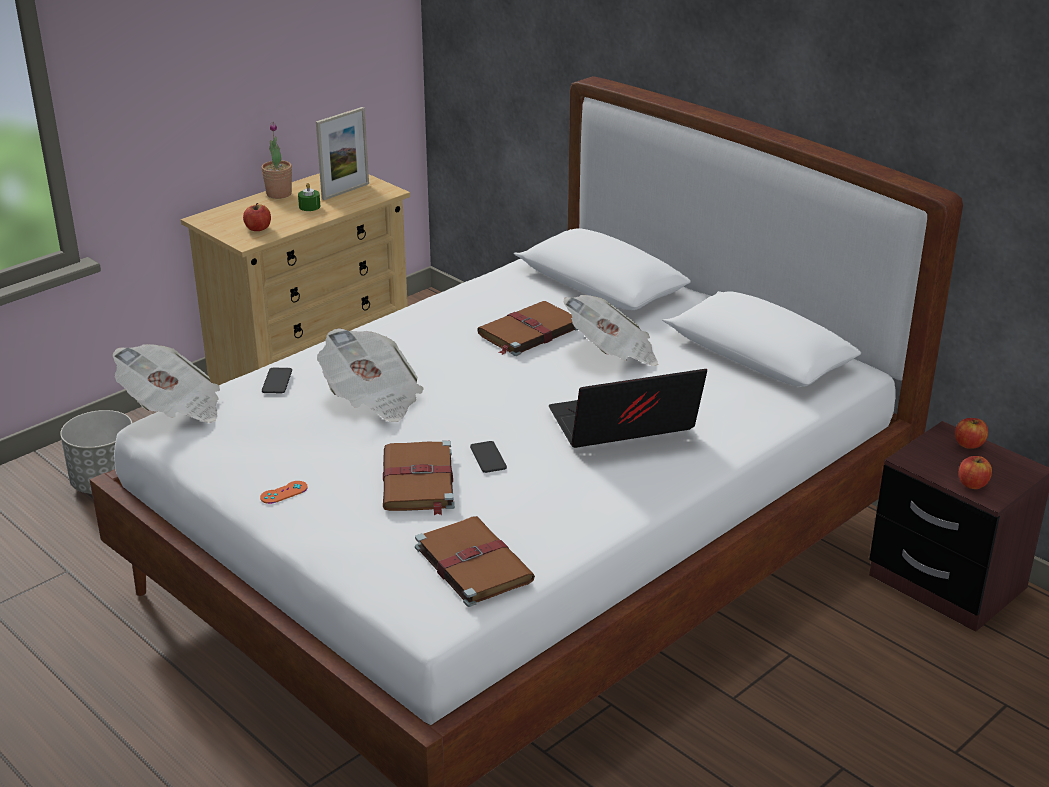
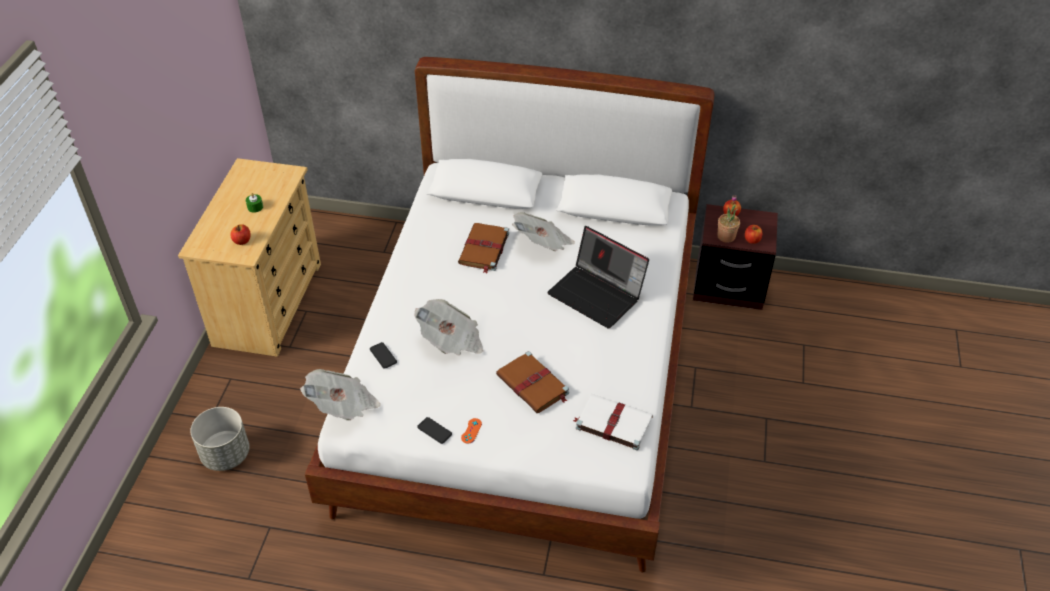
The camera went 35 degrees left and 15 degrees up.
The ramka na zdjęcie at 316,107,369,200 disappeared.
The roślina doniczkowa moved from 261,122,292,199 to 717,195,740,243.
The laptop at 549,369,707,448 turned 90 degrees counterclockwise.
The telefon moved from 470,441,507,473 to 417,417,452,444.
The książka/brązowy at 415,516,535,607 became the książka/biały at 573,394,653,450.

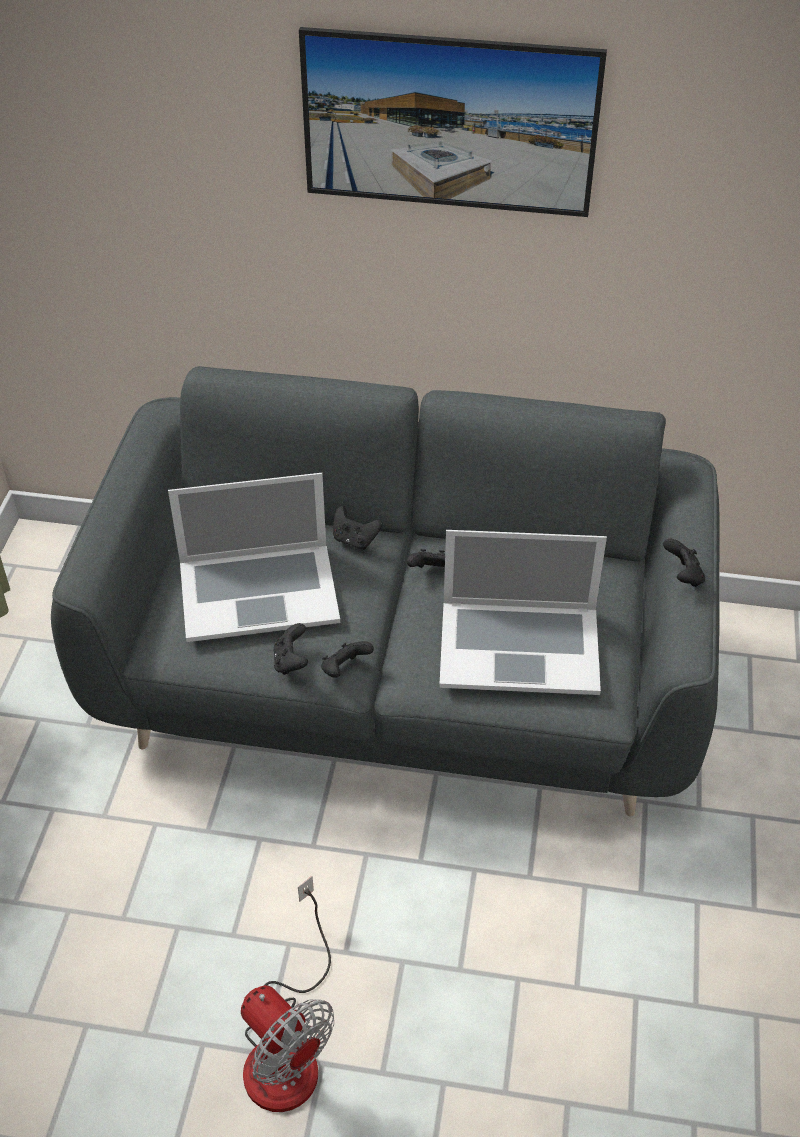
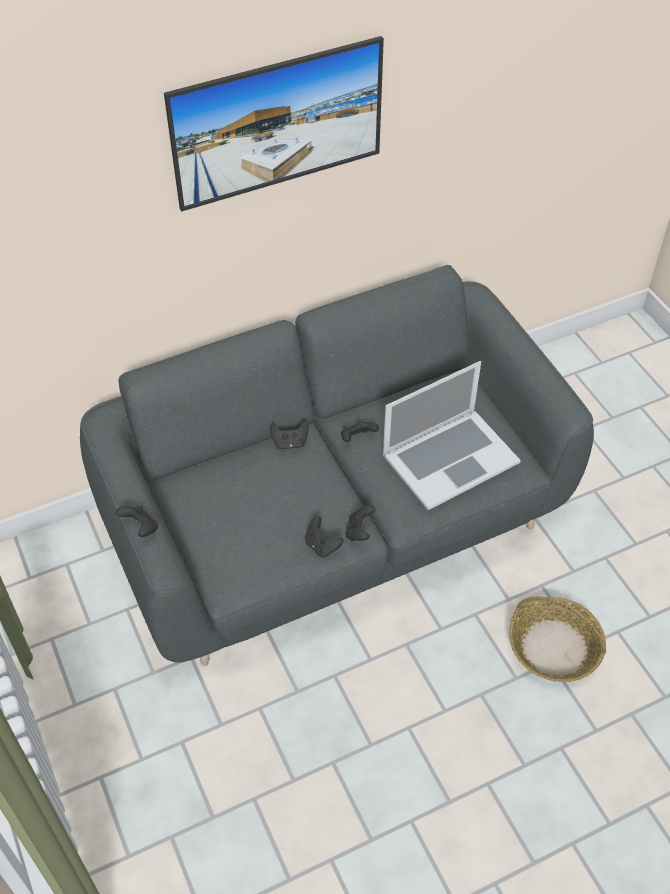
The camera went 35 degrees left and 5 degrees up.
The laptop at 168,473,340,642 disappeared.
The pad do gier/czarny moved from 663,539,705,587 to 116,506,158,537.
The wentylator at 241,876,334,1112 disappeared.
The koszyk at 509,597,606,682 appeared.

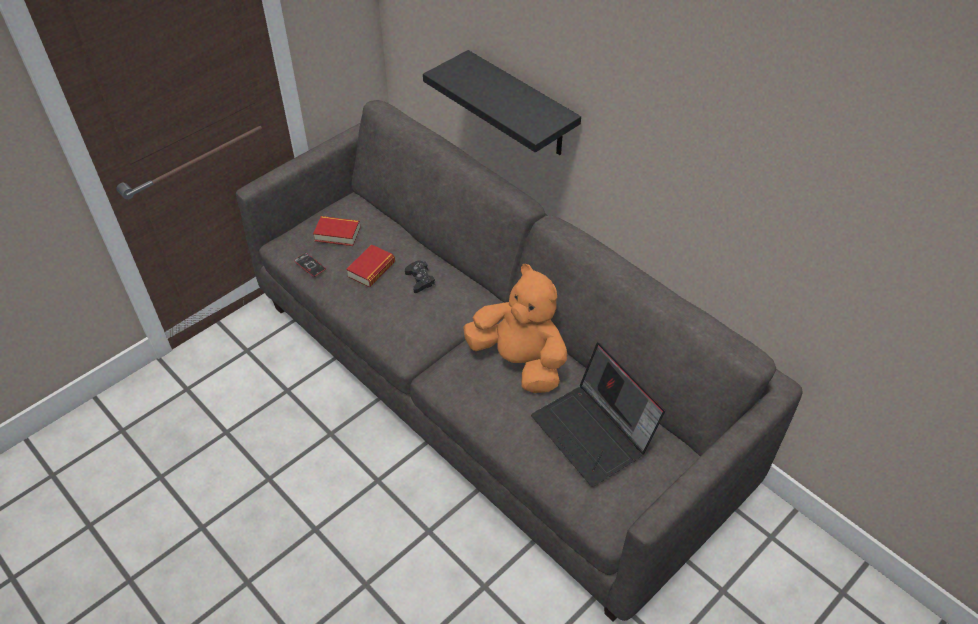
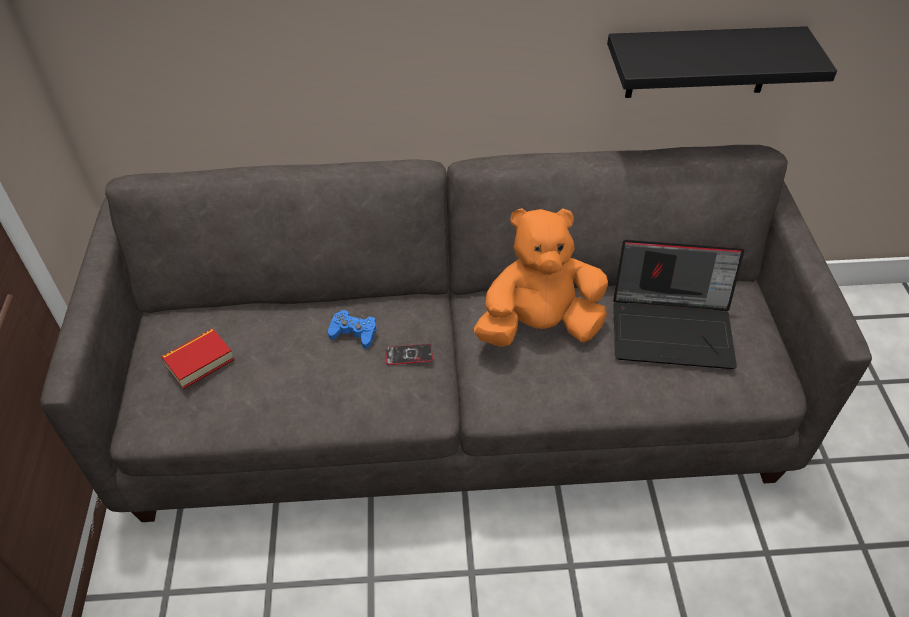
The camera went 50 degrees left and 0 degrees up.
The półka/czarny moved from 423,50,581,155 to 607,26,837,98.
The książka at 346,244,395,287 disappeared.
The telefon moved from 294,253,326,277 to 385,344,433,365.
The pad do gier/czarny at 405,260,435,293 became the pad do gier/niebieski at 328,310,376,349.

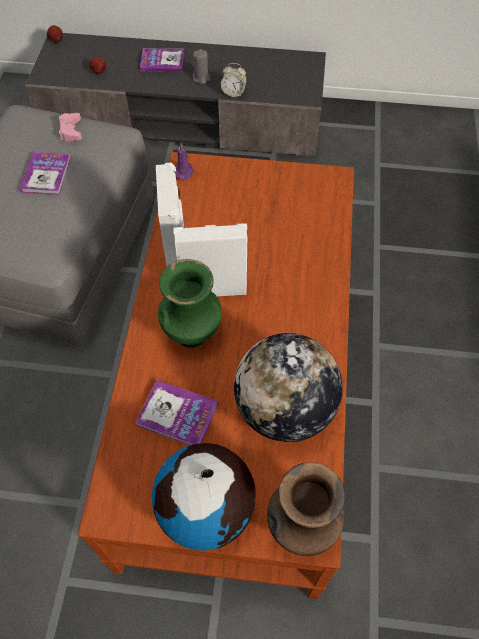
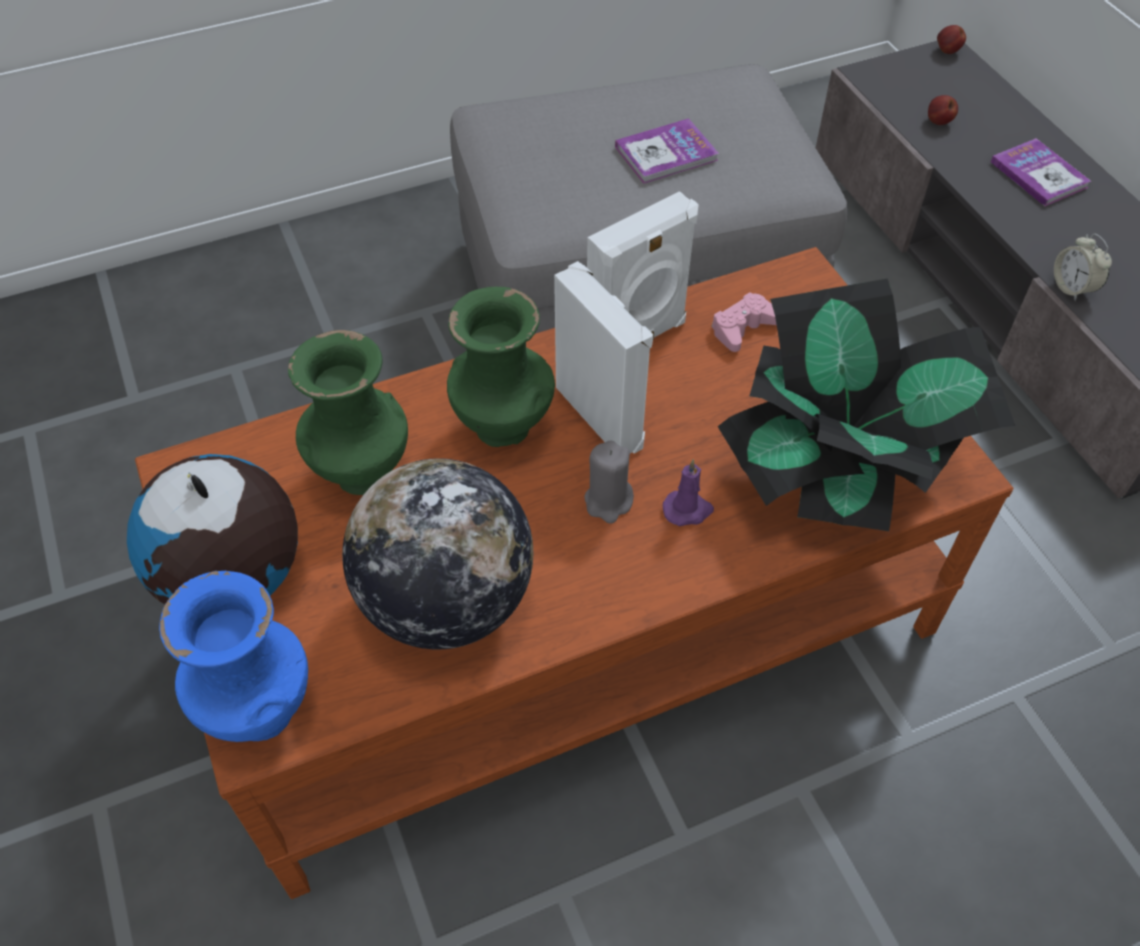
The camera went 60 degrees right and 5 degrees down.
The świeca/szary moved from 193,49,211,84 to 584,440,634,524.
The pad do gier/różowy moved from 59,113,82,142 to 712,292,777,352.
The świeca/fioletowy moved from 175,143,194,180 to 663,459,714,526.
The książka at 135,380,219,445 was replaced by the wazon/zielony at 288,330,408,495.
The wazon/brązowy at 267,462,345,556 became the wazon/niebieski at 159,571,308,742.
The roślina doniczkowa at 717,278,1015,531 appeared.

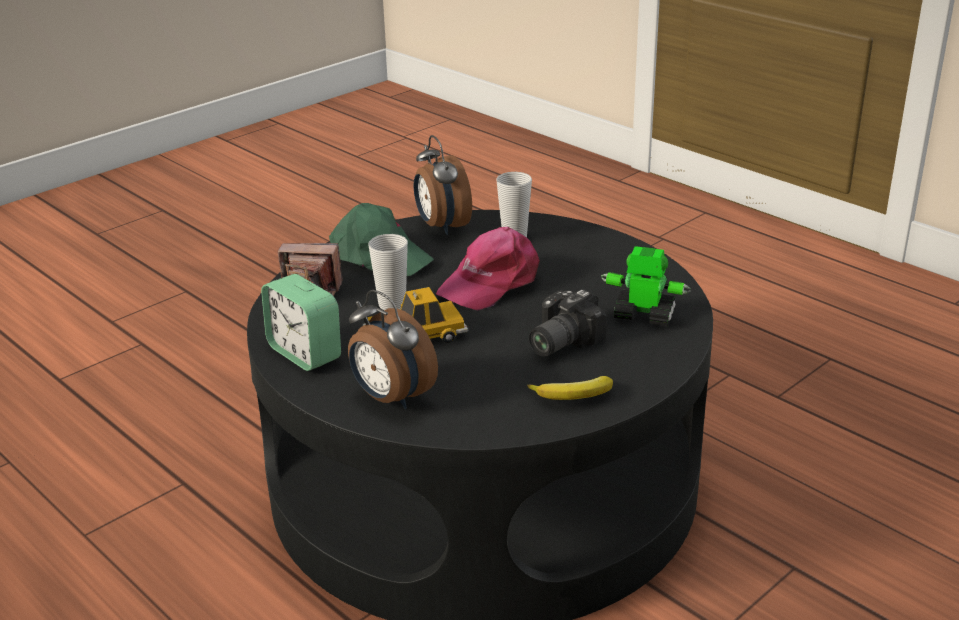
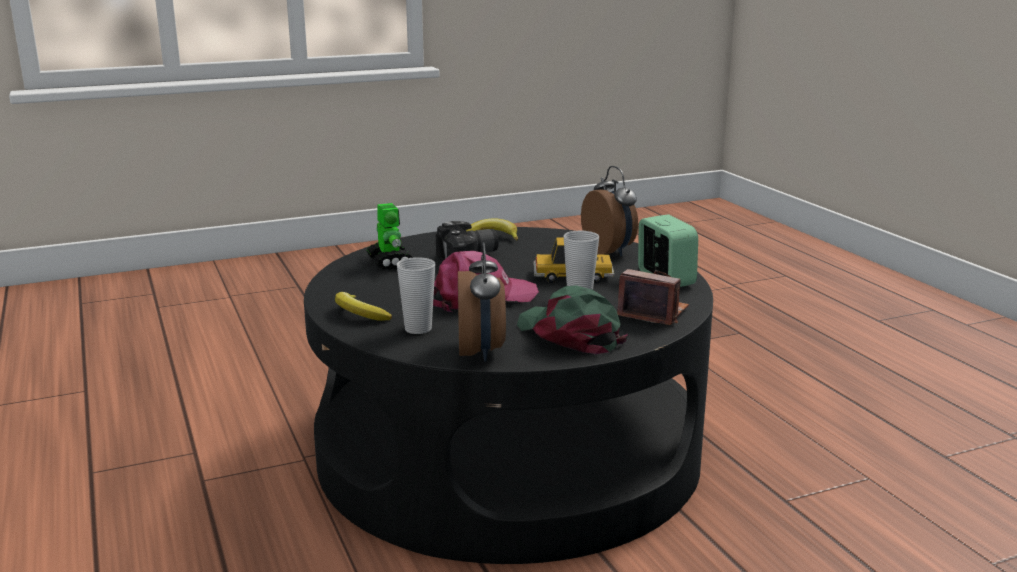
The camera went 160 degrees left and 10 degrees down.
The robot zabawkowy at 601,246,691,326 turned 150 degrees counterclockwise.
The banan at 335,292,392,321 appeared.

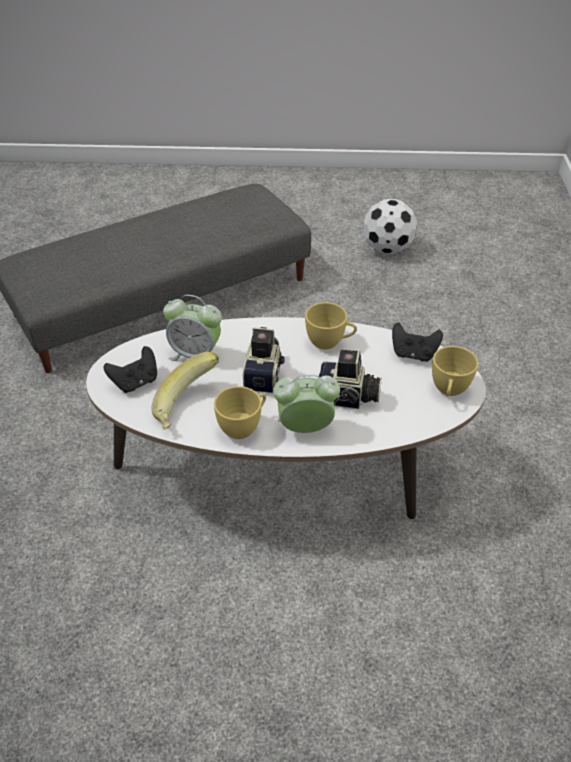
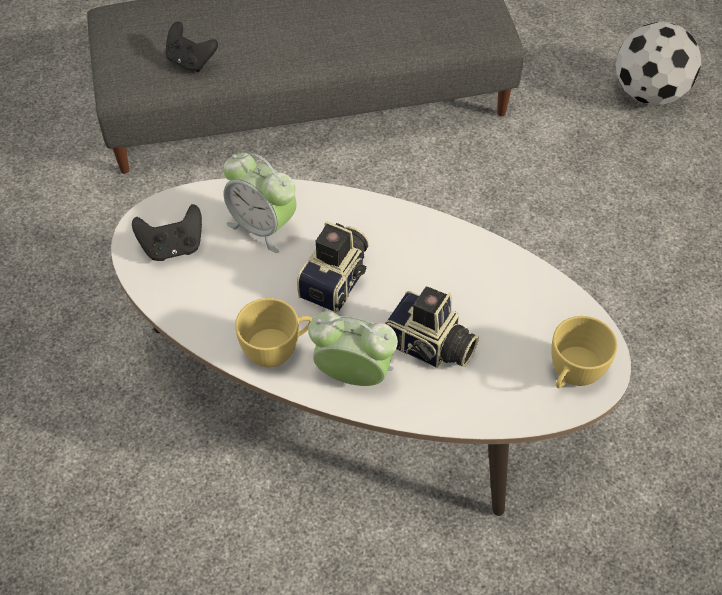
The camera went 20 degrees right and 10 degrees up.
The filiżanka/żółty at 305,302,357,349 disappeared.
The pad do gier/czarny moved from 392,322,443,362 to 165,22,218,72.
The banan at 151,352,219,430 disappeared.

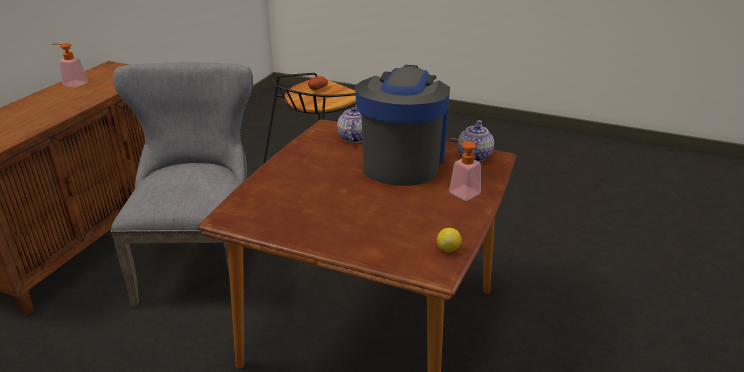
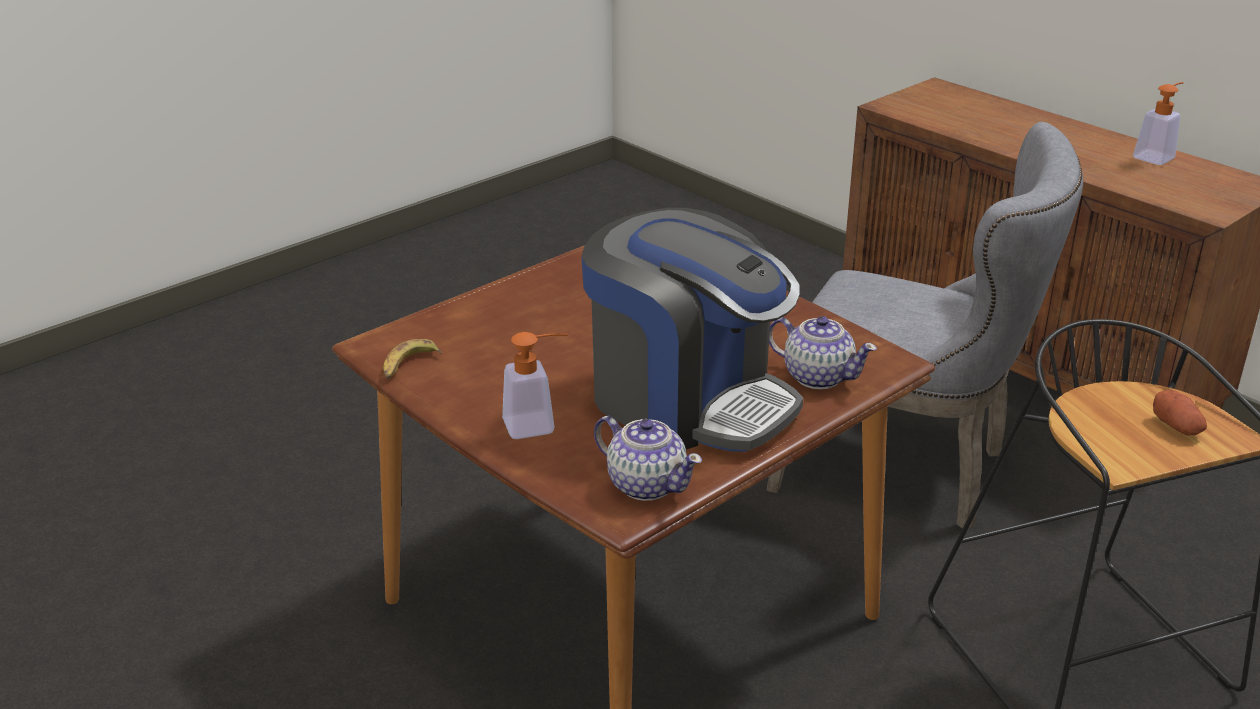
The camera went 115 degrees right and 0 degrees up.
The cytryna at 437,228,462,252 was replaced by the banan at 383,339,441,379.

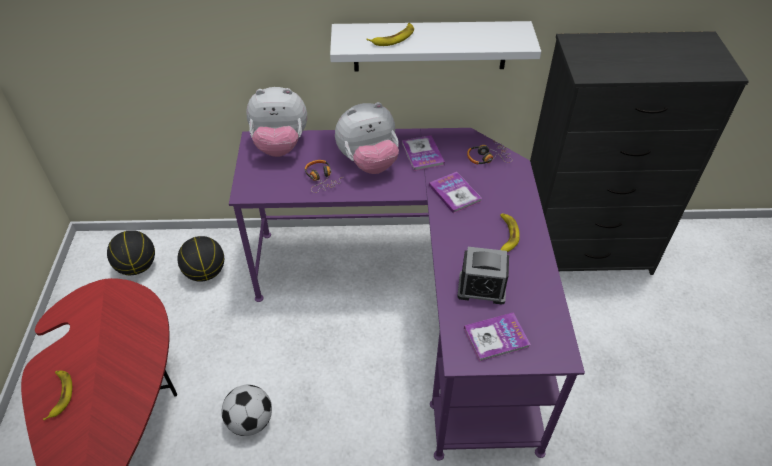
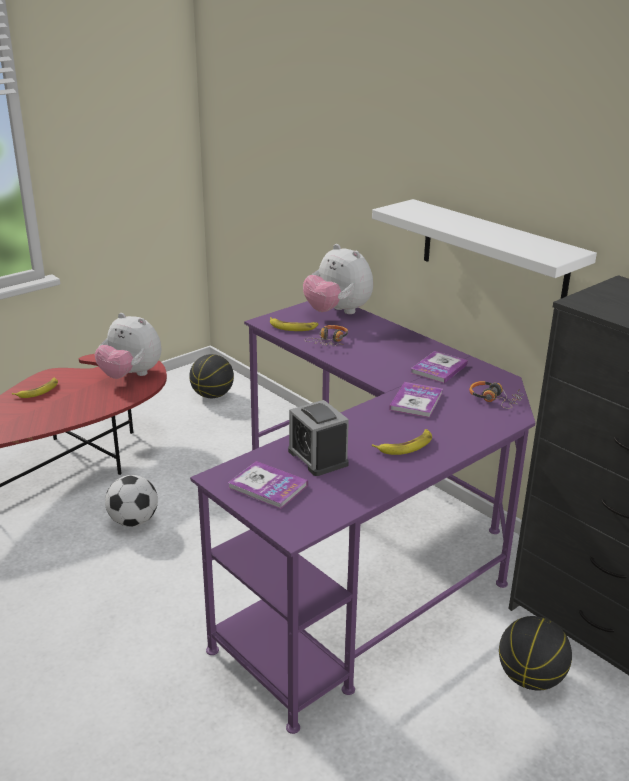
The camera went 50 degrees right and 20 degrees down.
The banan moved from 366,23,414,46 to 270,317,318,331.
The pluszak moved from 335,102,399,174 to 95,313,161,379.
The piłka do koszykówki moved from 177,236,224,282 to 499,616,572,690.

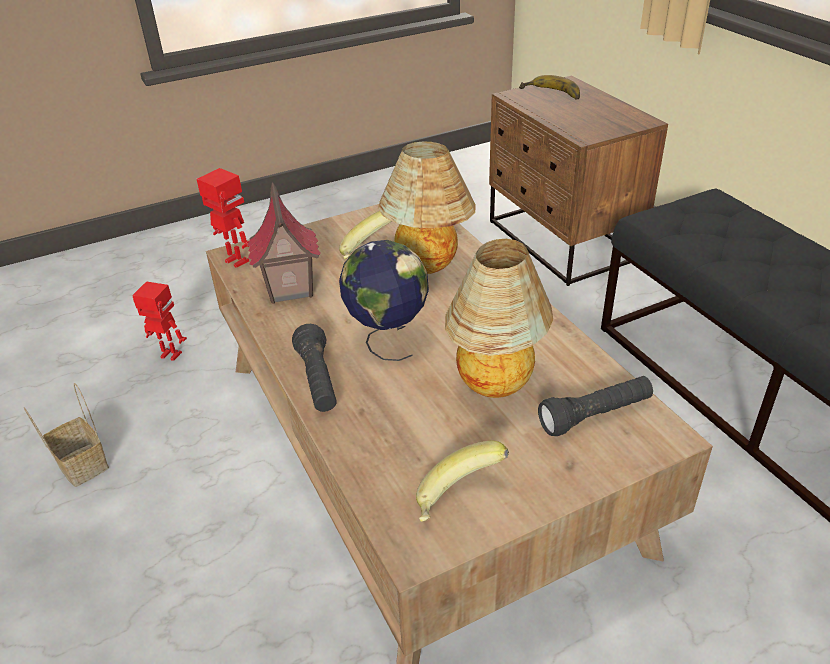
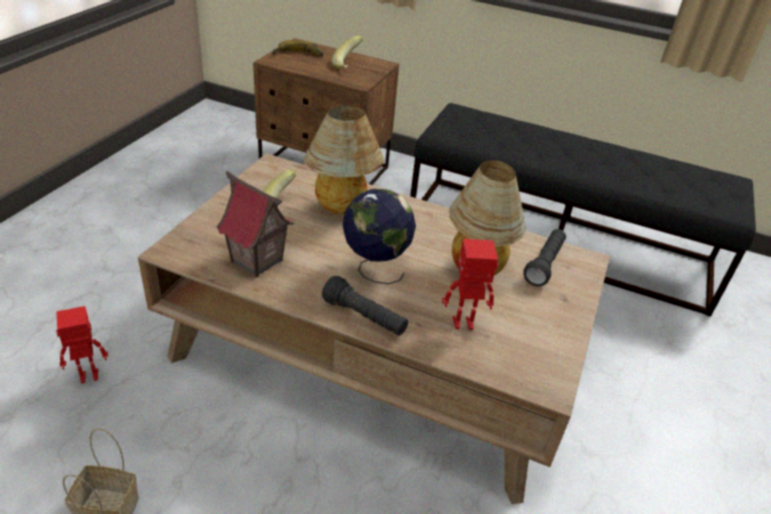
The camera went 45 degrees left and 0 degrees up.
The robot zabawkowy moved from 197,168,249,268 to 442,239,498,330.
The banan moved from 416,441,509,522 to 332,36,363,69.

